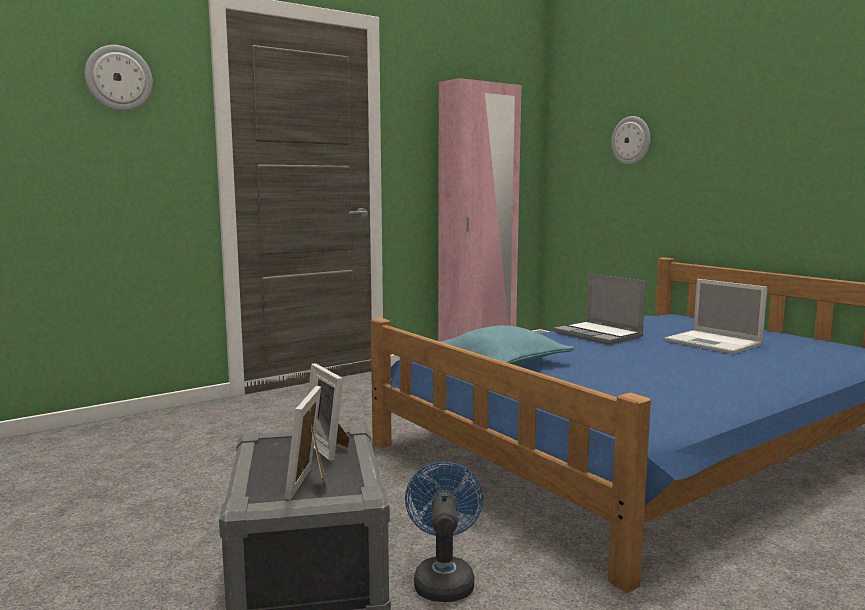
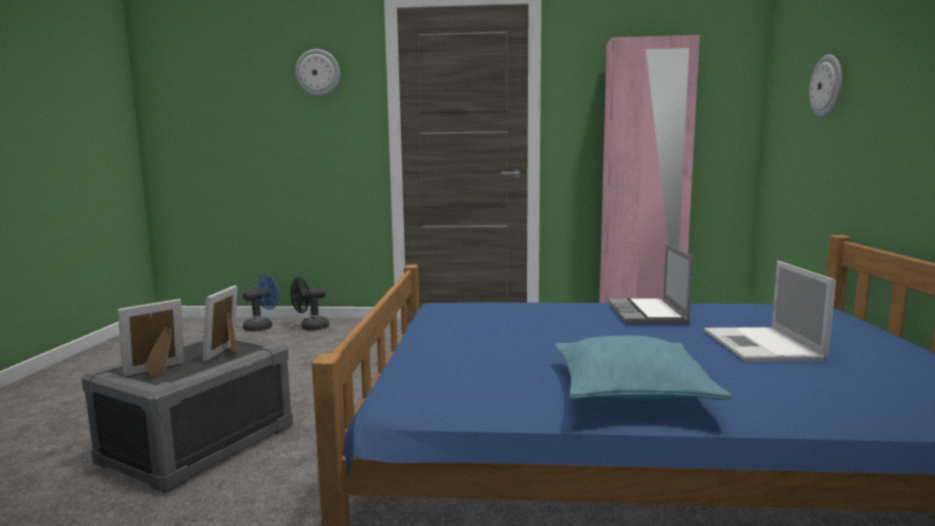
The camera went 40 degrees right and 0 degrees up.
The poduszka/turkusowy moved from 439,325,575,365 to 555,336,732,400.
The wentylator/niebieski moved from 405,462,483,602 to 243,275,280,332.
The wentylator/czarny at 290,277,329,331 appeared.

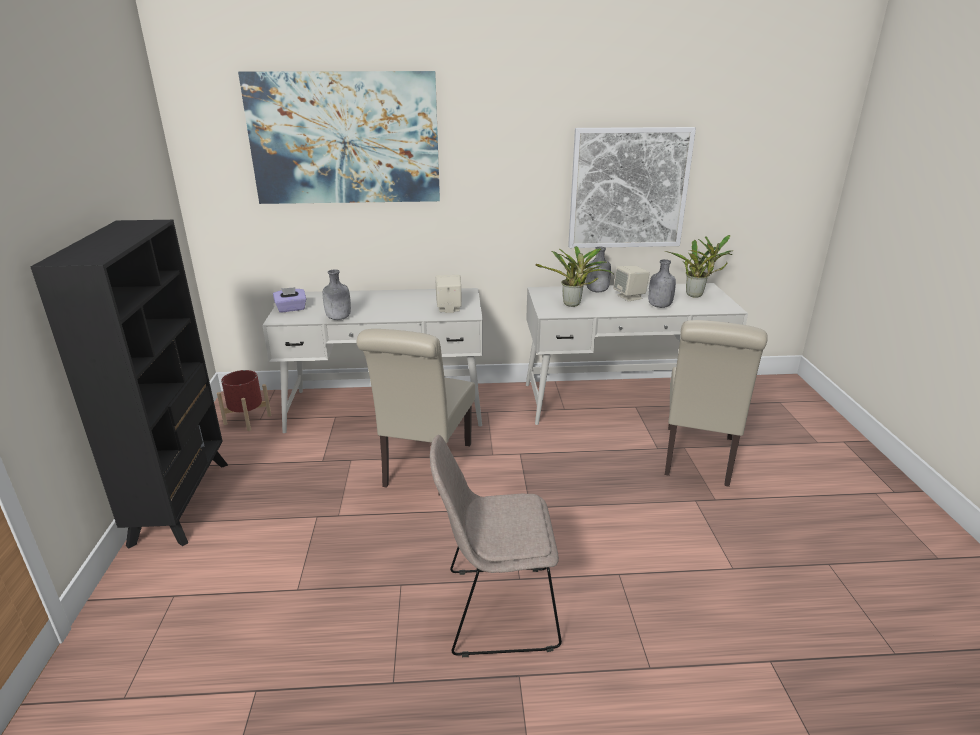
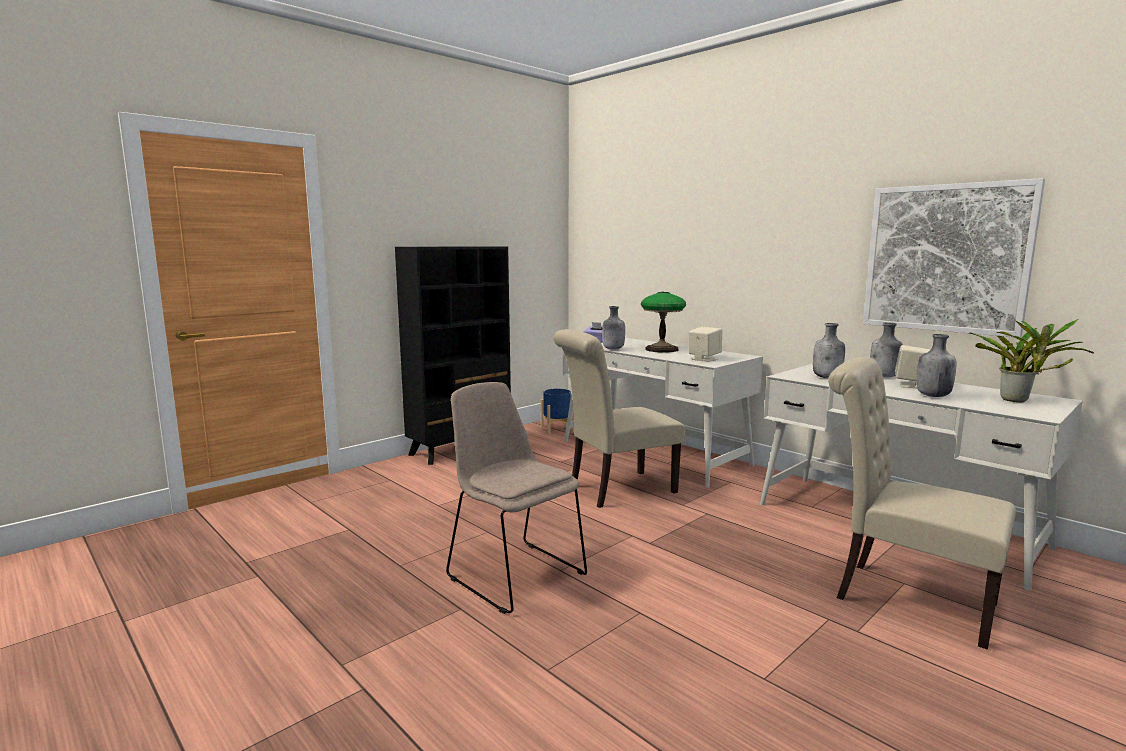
The camera went 50 degrees right and 15 degrees down.
The obraz at 238,71,440,204 disappeared.
The roślina doniczkowa at 536,246,613,307 was replaced by the butelka/szary at 813,323,845,378.
The krzesło/beżowy at 665,320,768,487 turned 60 degrees clockwise.
The donica/czerwony at 217,370,272,431 became the donica/niebieski at 541,389,574,435.
The lampa stołowa at 641,292,686,353 appeared.

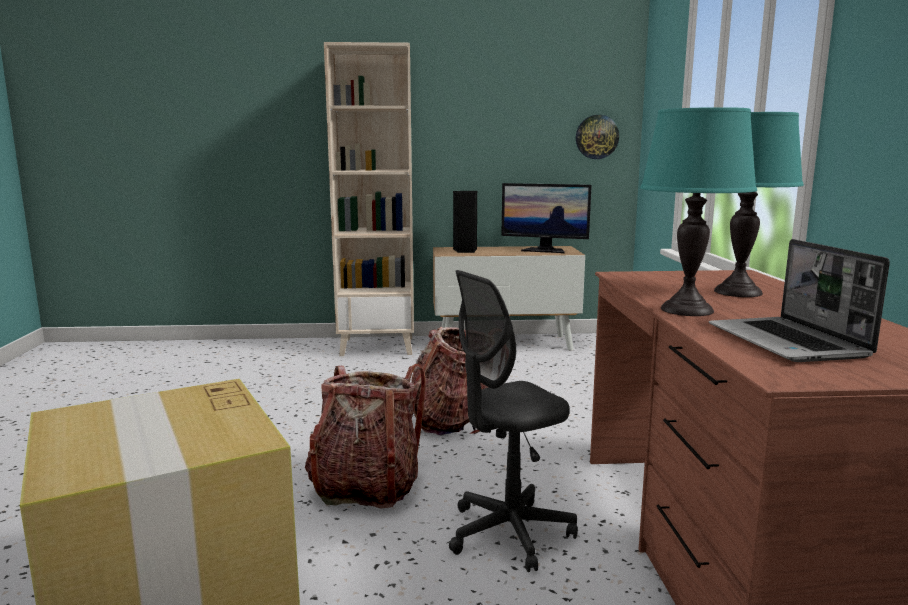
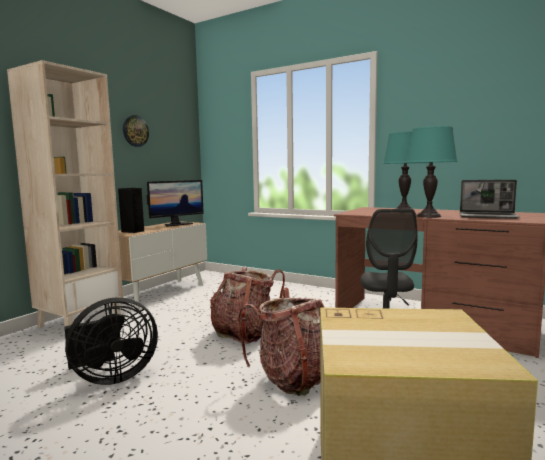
The camera went 55 degrees left and 5 degrees down.
The zegar ścienny moved from 576,115,619,159 to 123,115,149,147.
The wentylator/czarny at 64,297,158,385 appeared.

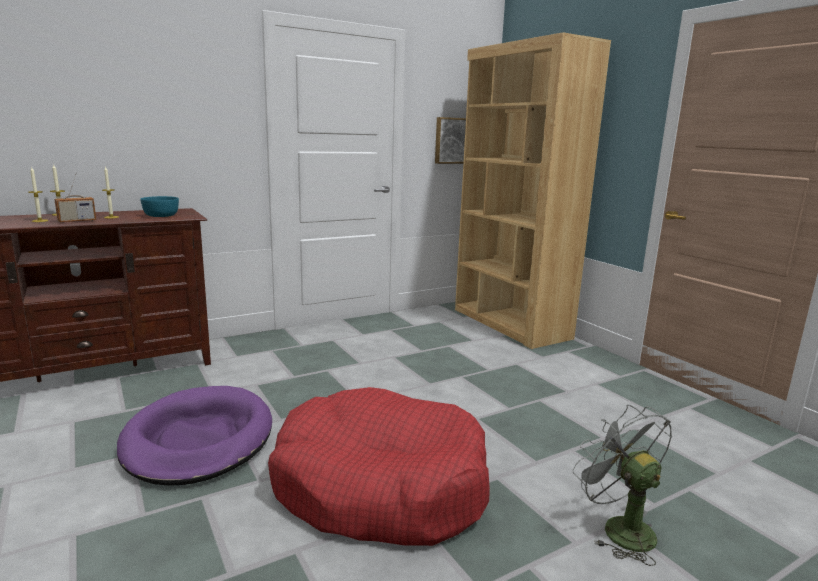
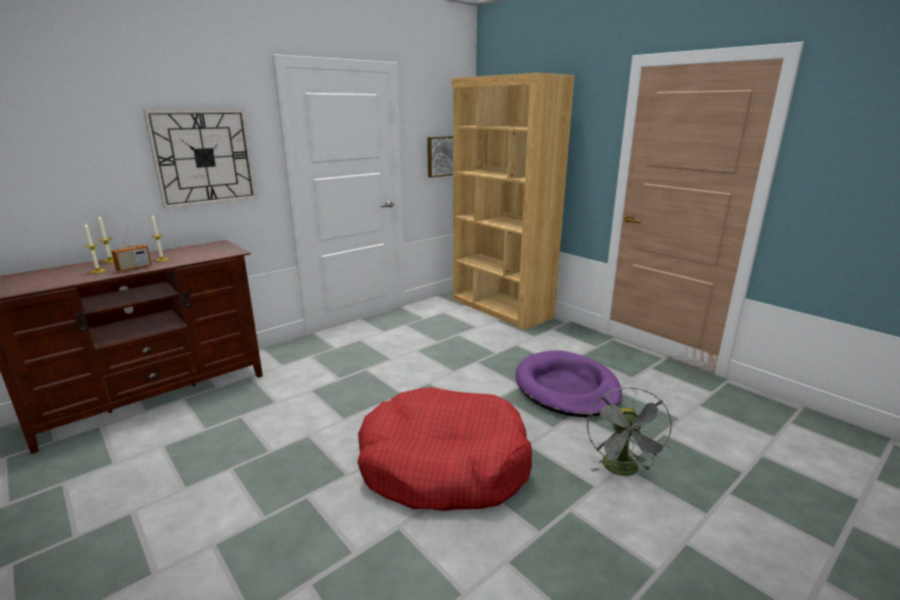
The camera went 10 degrees left and 5 degrees up.
The miska/turkusowy at 140,196,179,217 disappeared.
The legowisko/fioletowy moved from 117,386,272,486 to 516,350,622,417.
The wentylator/szary at 572,405,672,566 turned 135 degrees counterclockwise.
The zegar ścienny at 143,109,257,209 appeared.

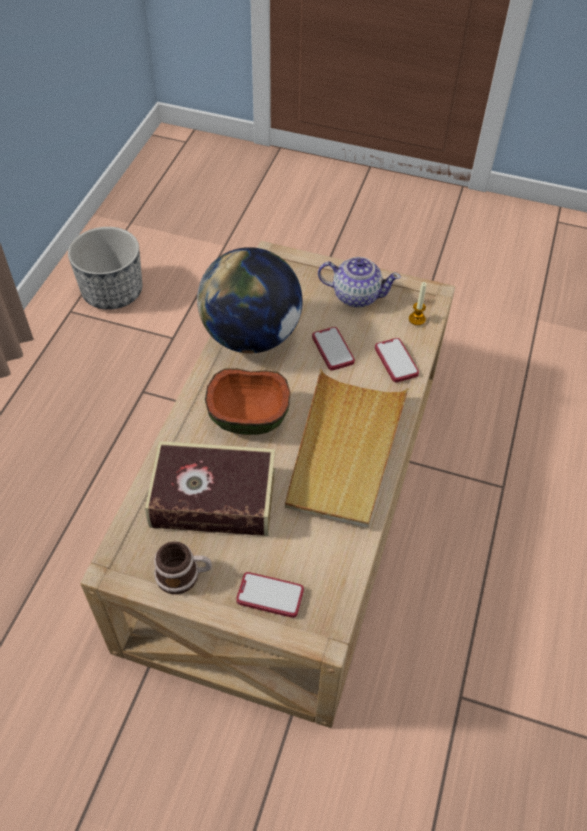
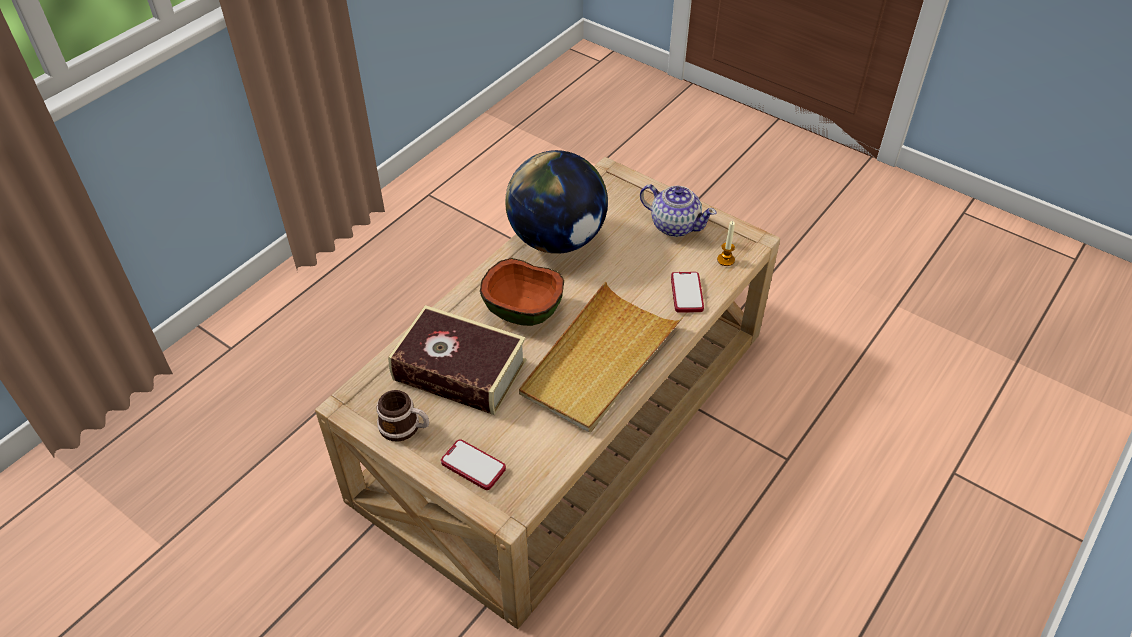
The camera went 20 degrees right and 5 degrees down.
The donica at 68,227,142,310 disappeared.
The telefon at 312,327,355,370 disappeared.

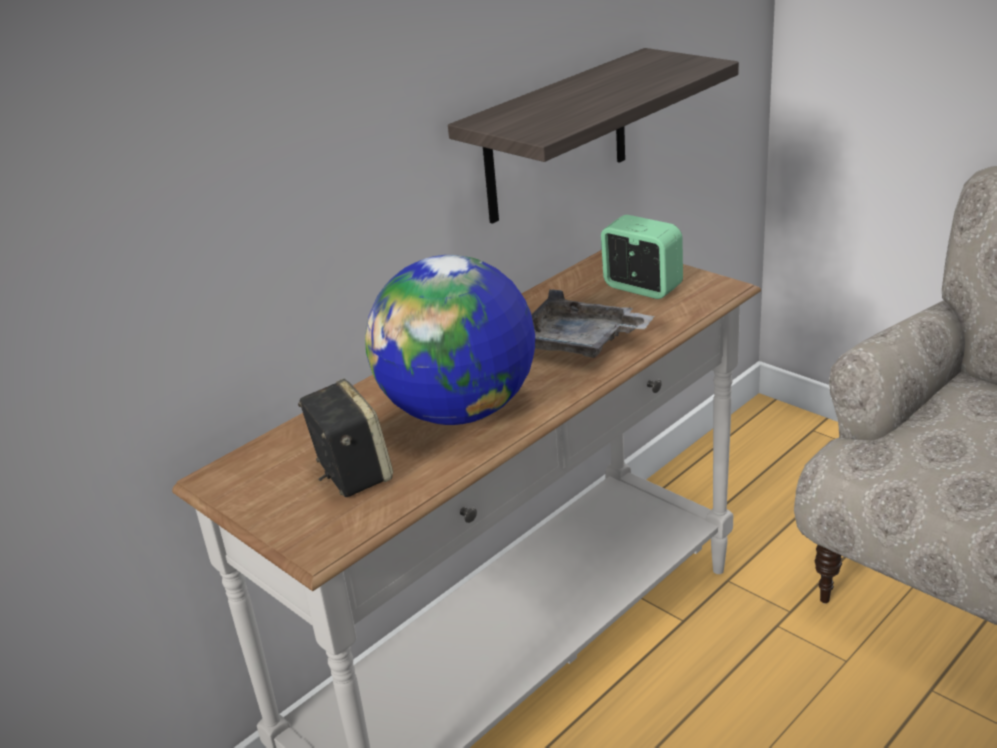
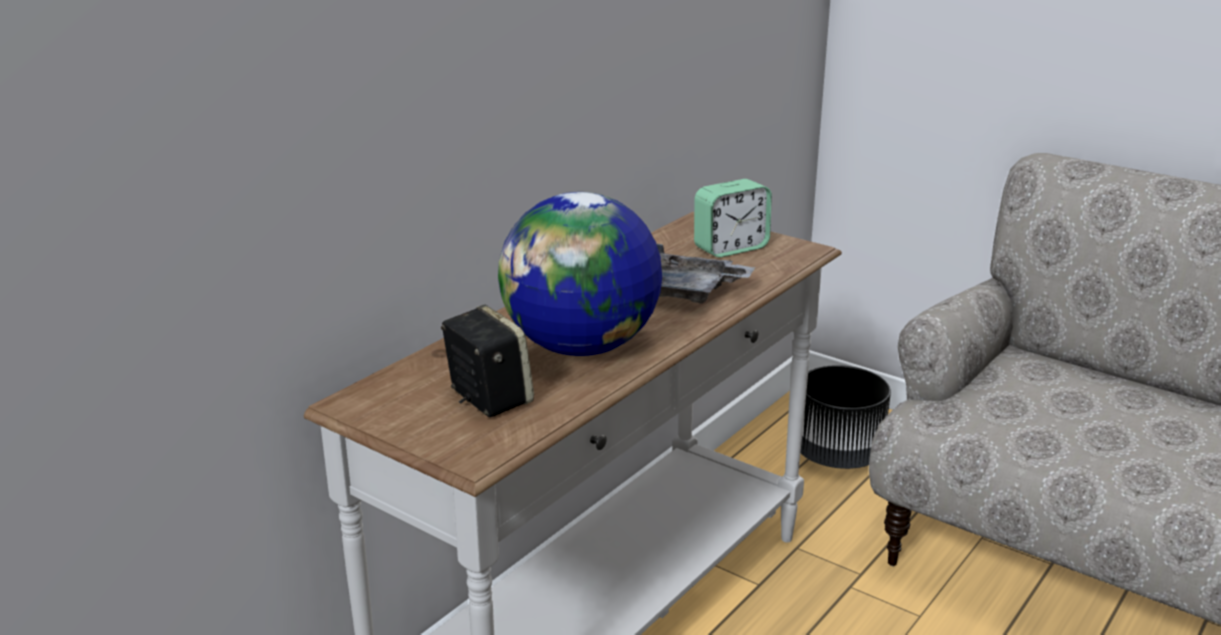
The camera went 10 degrees left and 5 degrees down.
The półka at 448,48,739,224 disappeared.
The budzik at 601,215,683,299 turned 120 degrees clockwise.
The donica/czarny at 801,365,891,469 appeared.

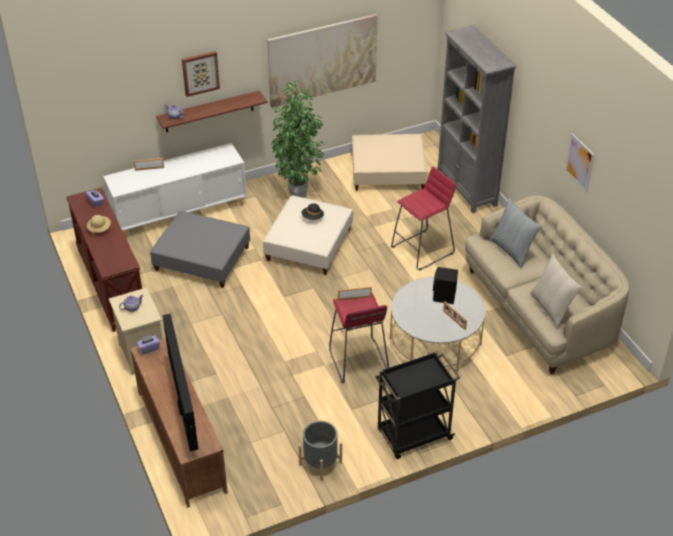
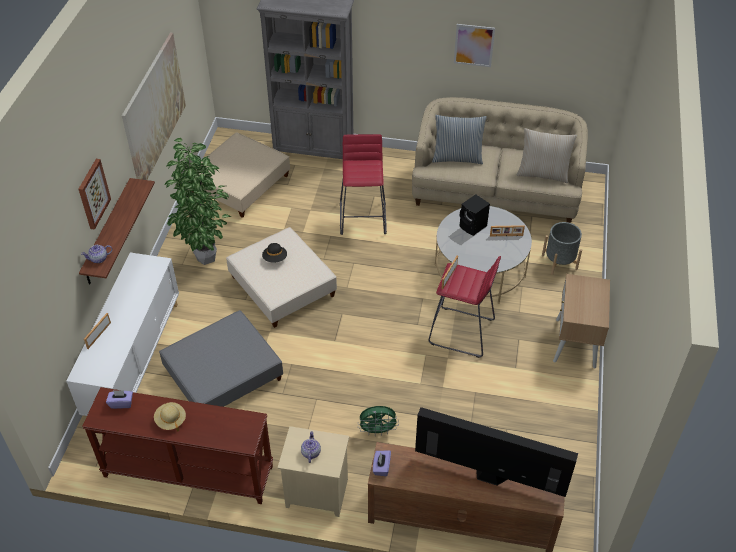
The camera went 55 degrees left and 5 degrees up.
The wózek/czarny at 375,352,460,459 was replaced by the szafka nocna/beżowy at 553,274,610,368.
The donica/szary moved from 299,421,342,481 to 542,222,582,275.
The wentylator/zielony at 358,406,399,436 appeared.

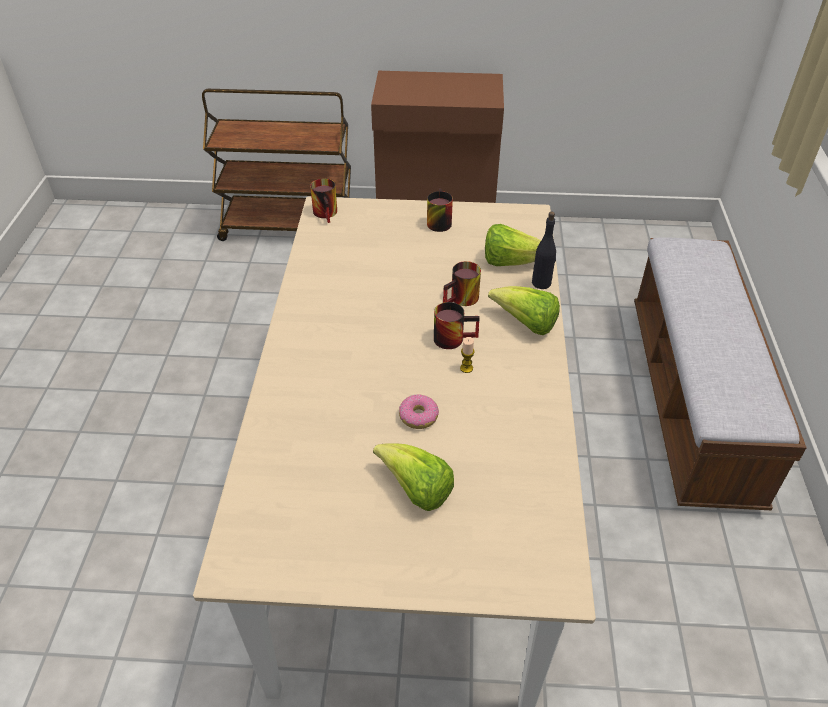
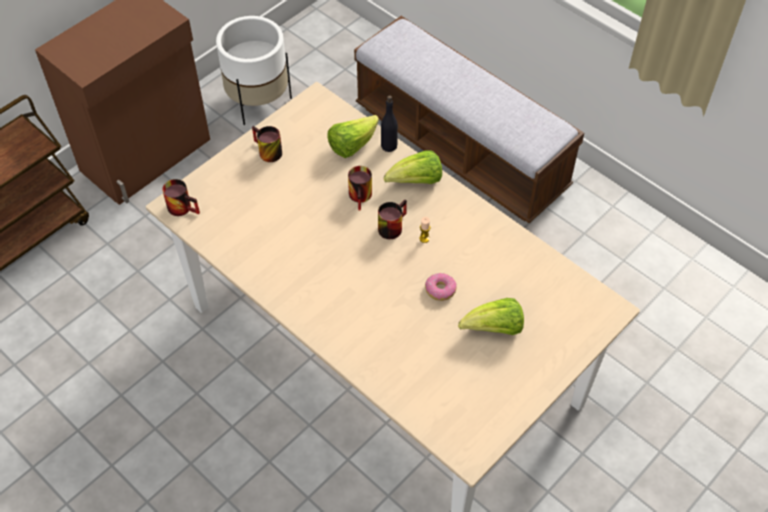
The camera went 50 degrees left and 10 degrees up.
The donica/biały at 216,16,292,125 appeared.

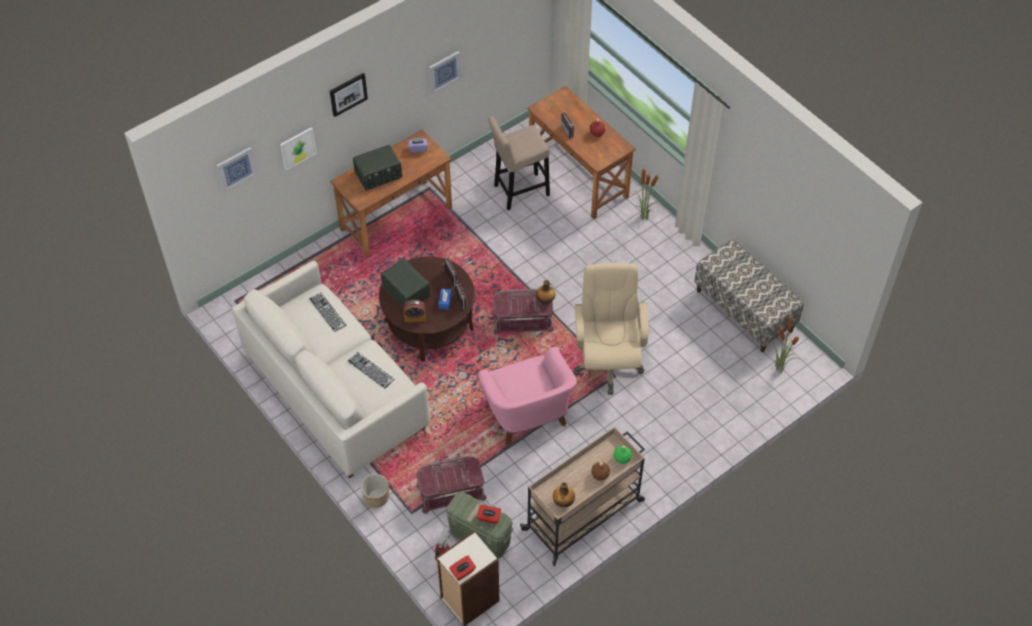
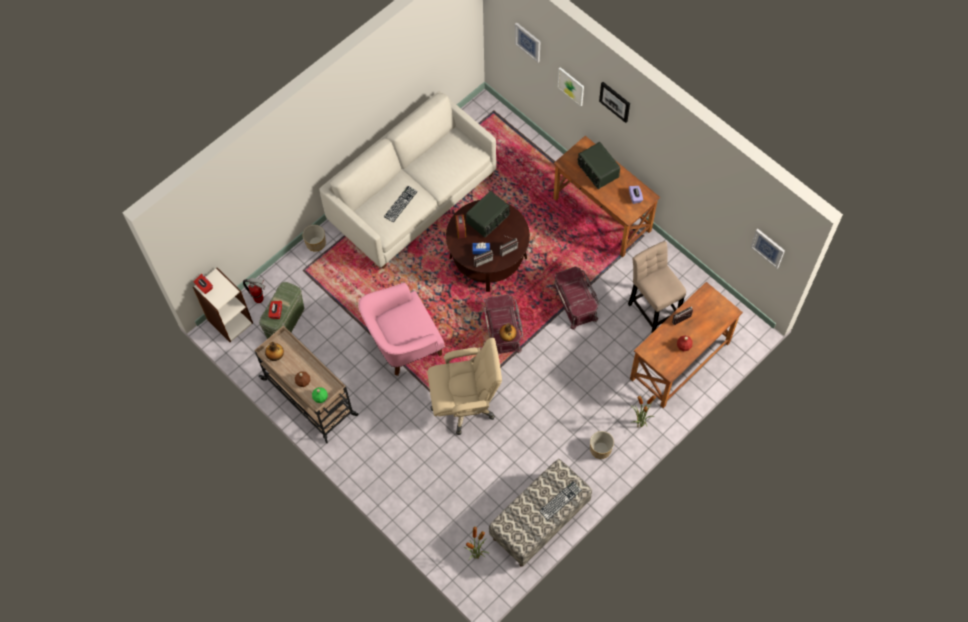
The camera went 85 degrees right and 10 degrees up.
The obraz moved from 429,51,461,94 to 750,229,785,268.
The klawiatura moved from 309,292,346,332 to 539,481,582,520.
The pojemnik do przechowywania/czerwony moved from 416,456,487,514 to 553,266,599,330.
The donica at 590,431,614,459 appeared.

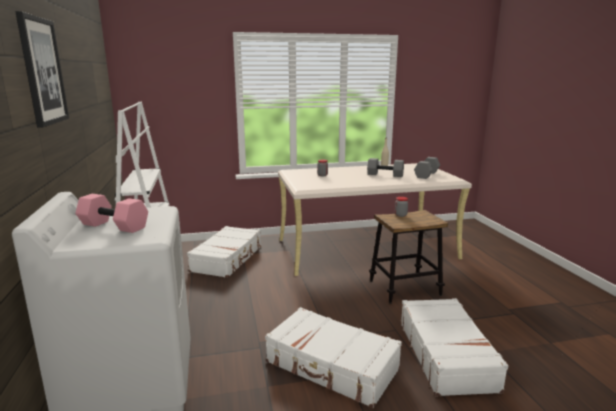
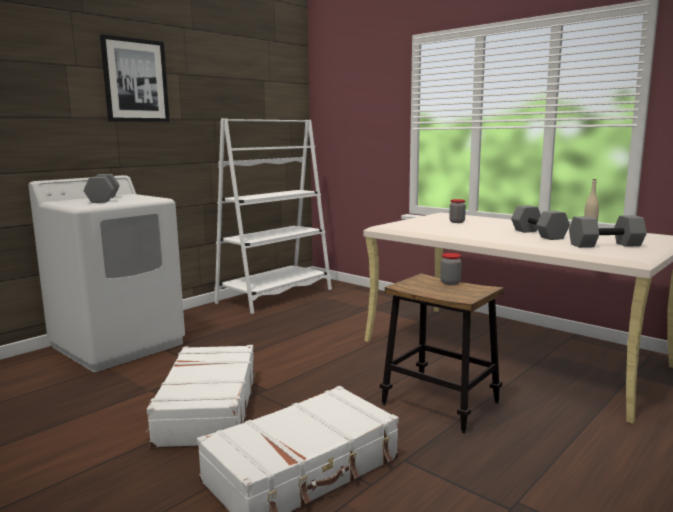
The camera went 55 degrees right and 5 degrees down.
The hantel/różowy at 75,194,148,233 became the hantel/szary at 84,174,120,203.
The walizka/biały at 187,226,261,278 disappeared.

